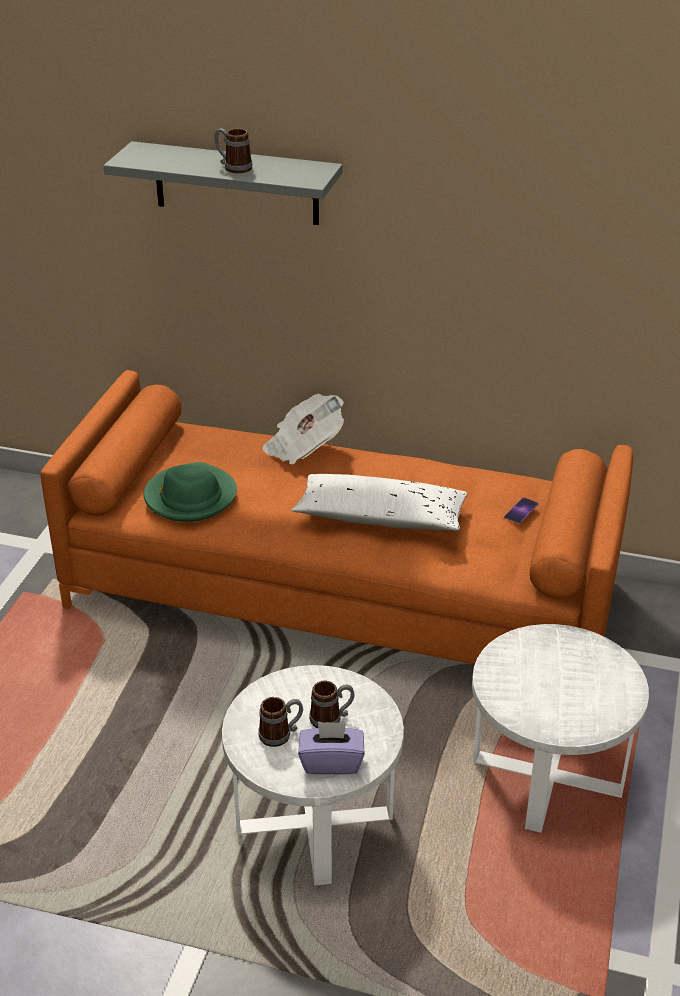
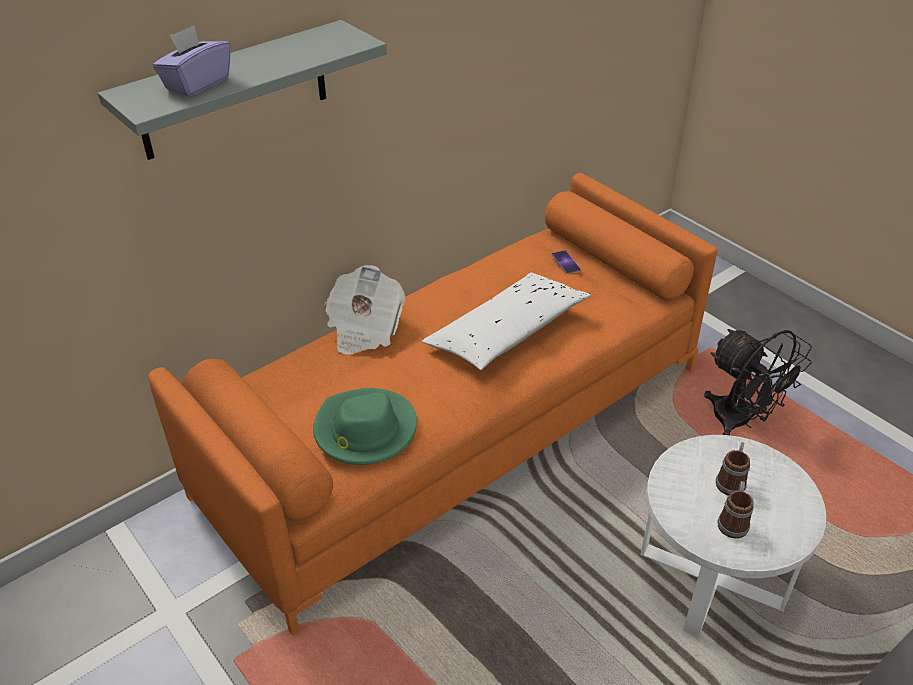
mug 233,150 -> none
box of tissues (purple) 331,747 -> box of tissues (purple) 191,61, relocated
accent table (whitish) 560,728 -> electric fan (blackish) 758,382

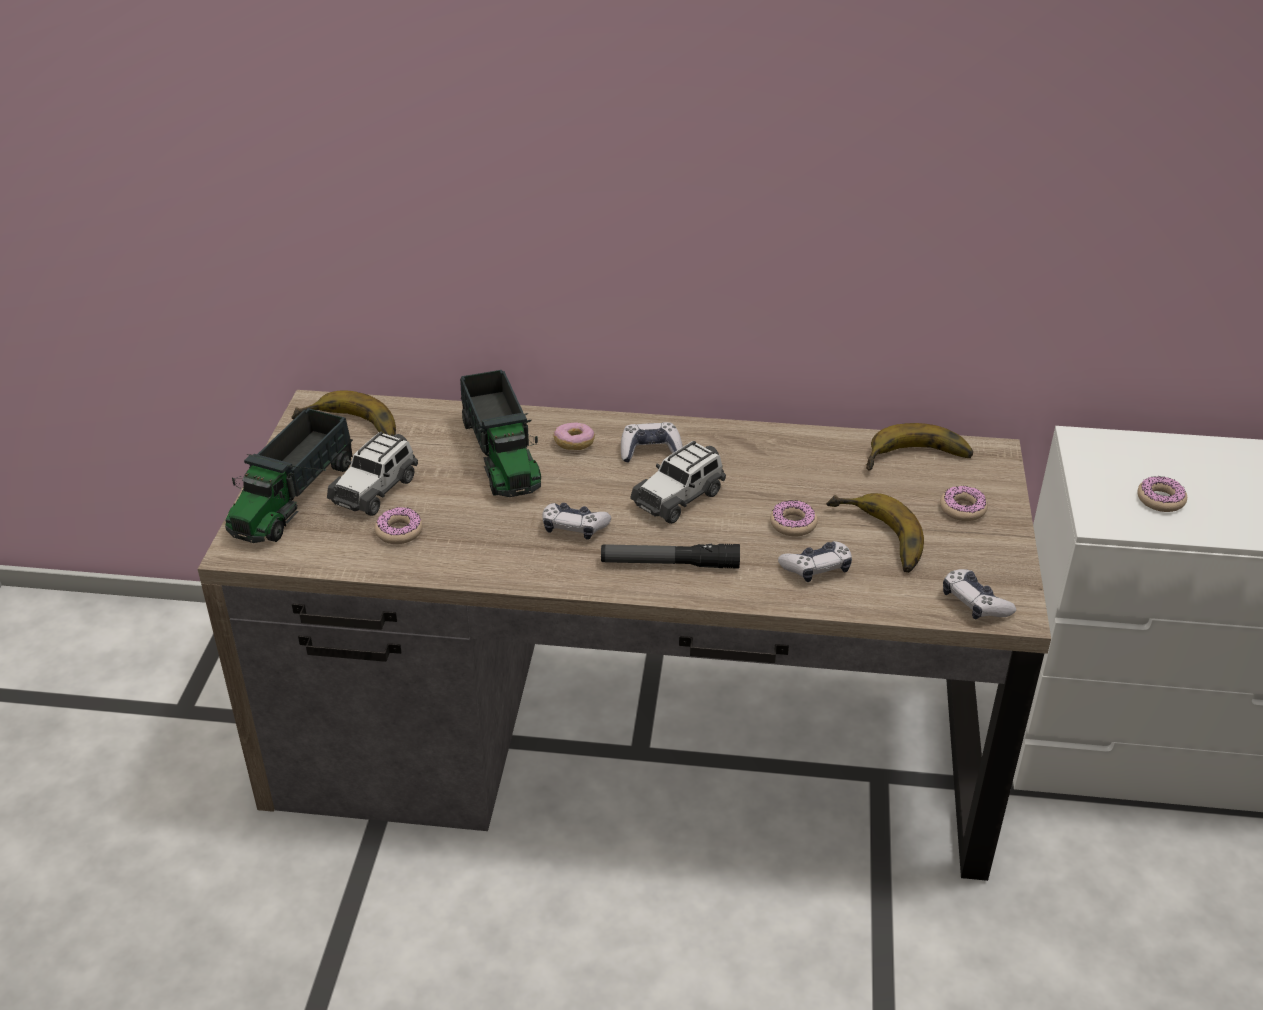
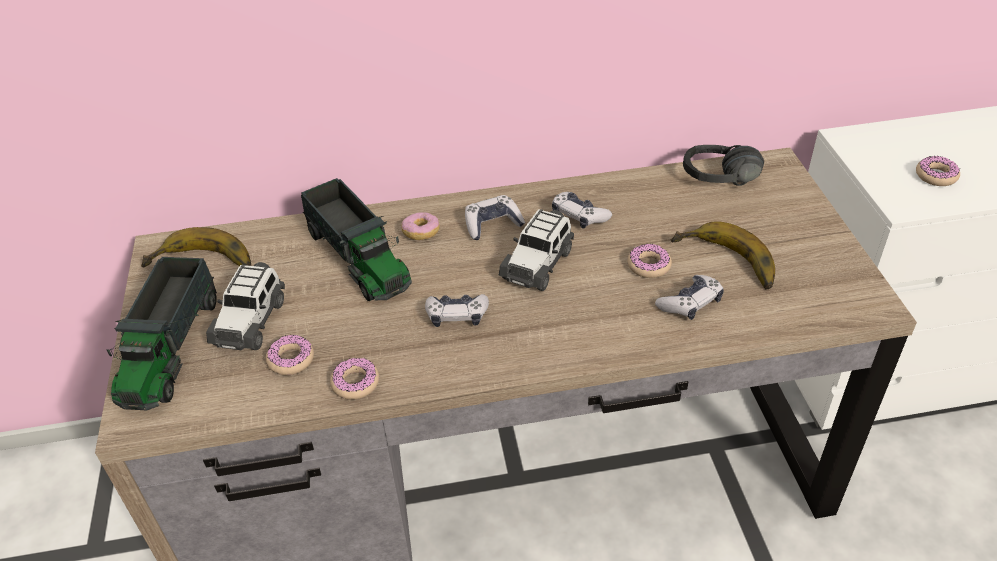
flashlight 670,556 -> none
banana 919,447 -> headphones (blackish) 723,165
ring doughnut 964,503 -> ring doughnut 354,378, relocated
game controller 979,594 -> game controller 582,210, relocated

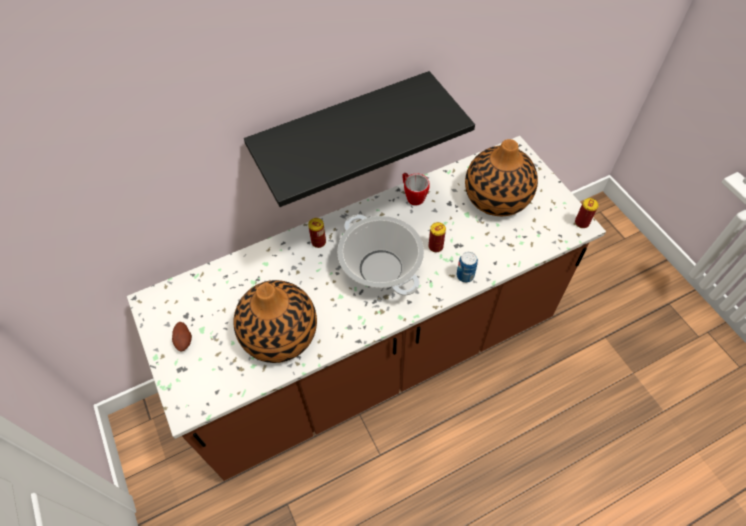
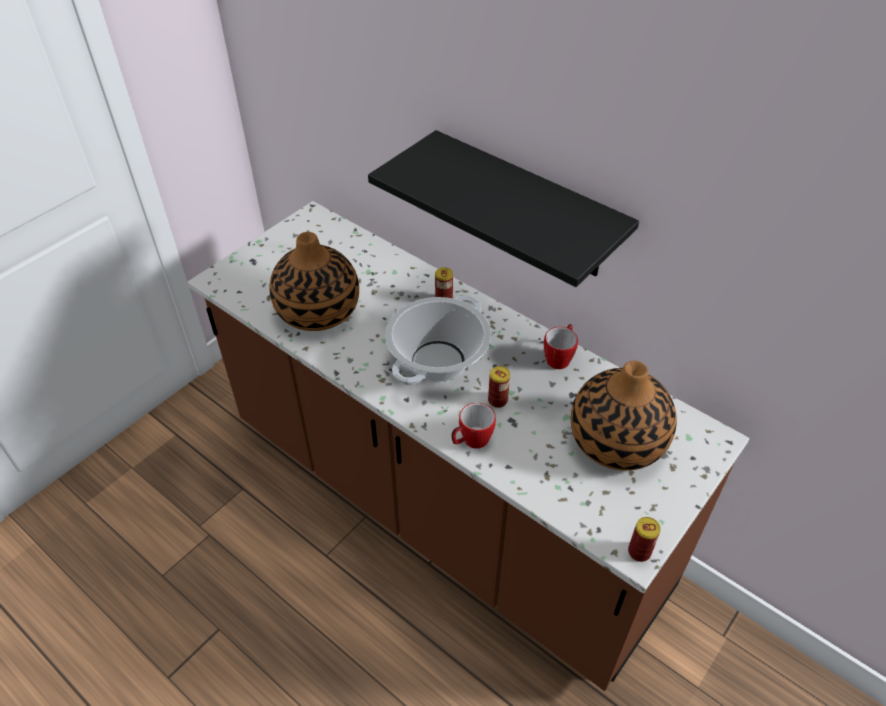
whole potato 182,337 -> none
can 467,267 -> mug 473,426

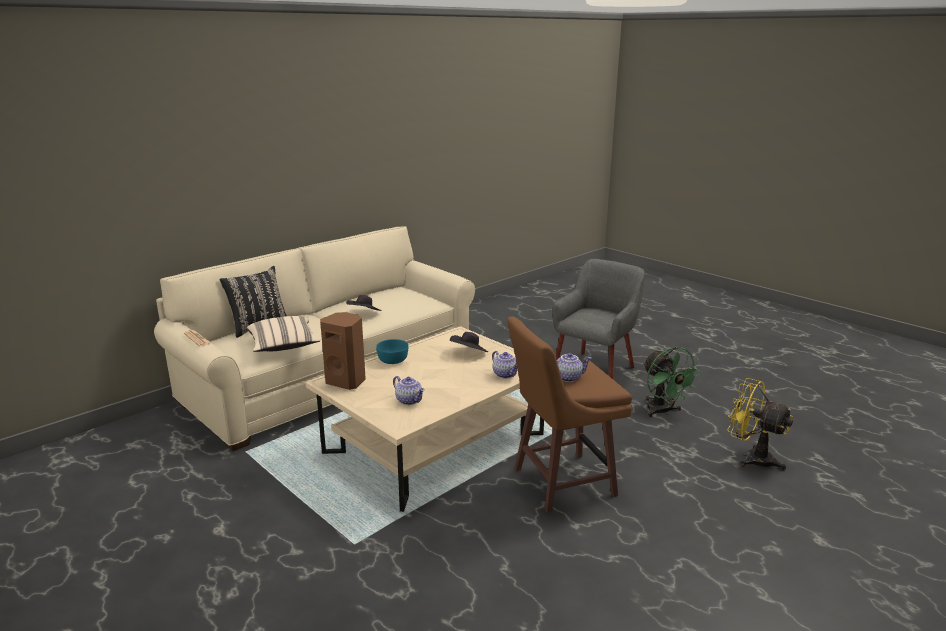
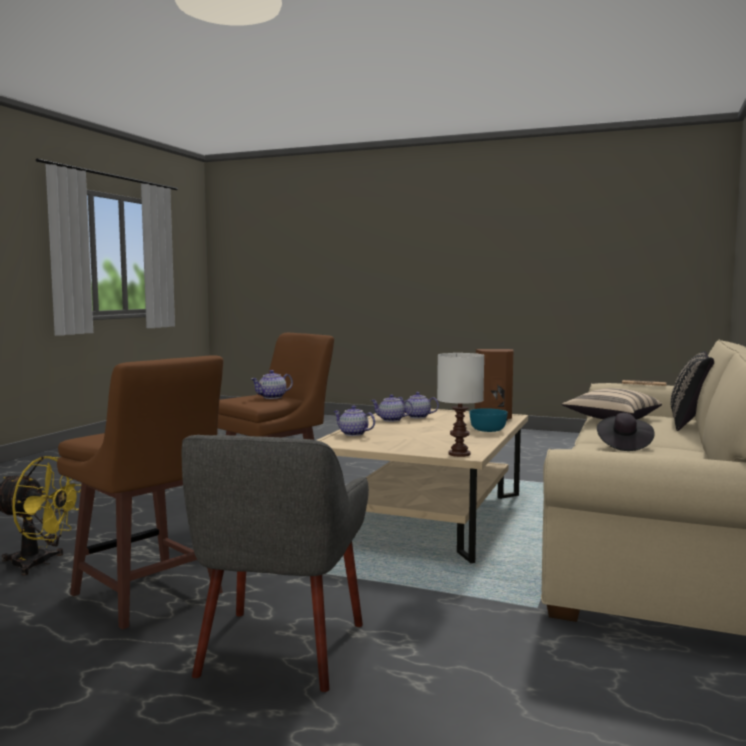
wearable hat (blackish) 469,342 -> none
electric fan (green-coloured) 672,382 -> stool (brown-coloured) 140,492
none -> tea pot 392,408
none -> tabletop lamp (whitish) 460,405

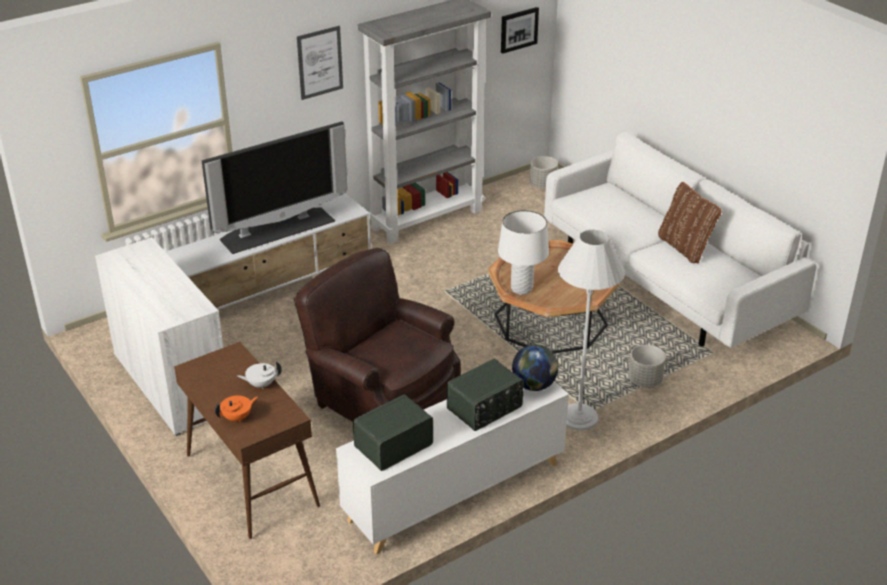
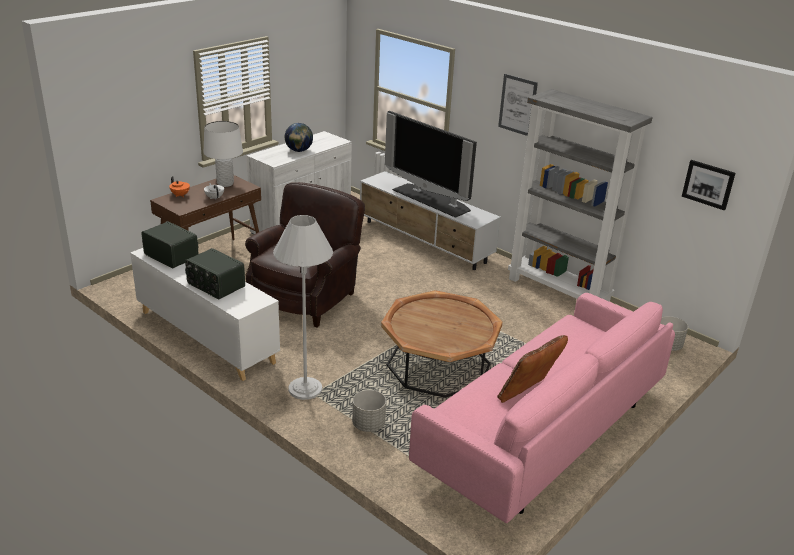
tabletop lamp (whitish) 523,252 -> tabletop lamp (whitish) 223,154, relocated
world globe 535,368 -> world globe 299,137, relocated
couch (whitish) 680,240 -> couch (pinkish) 542,408

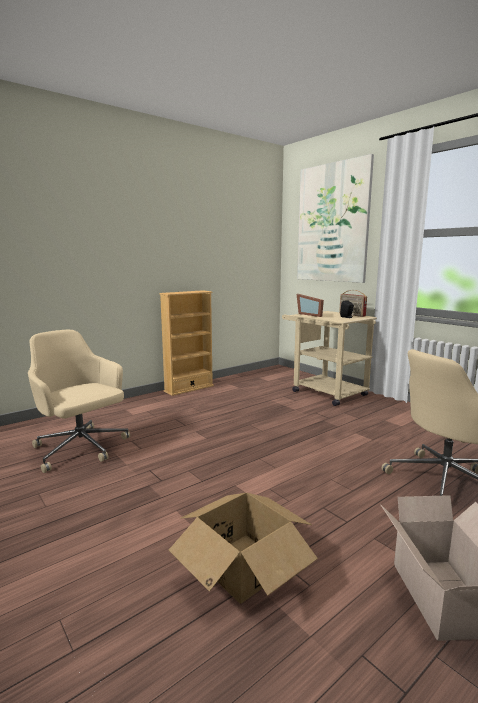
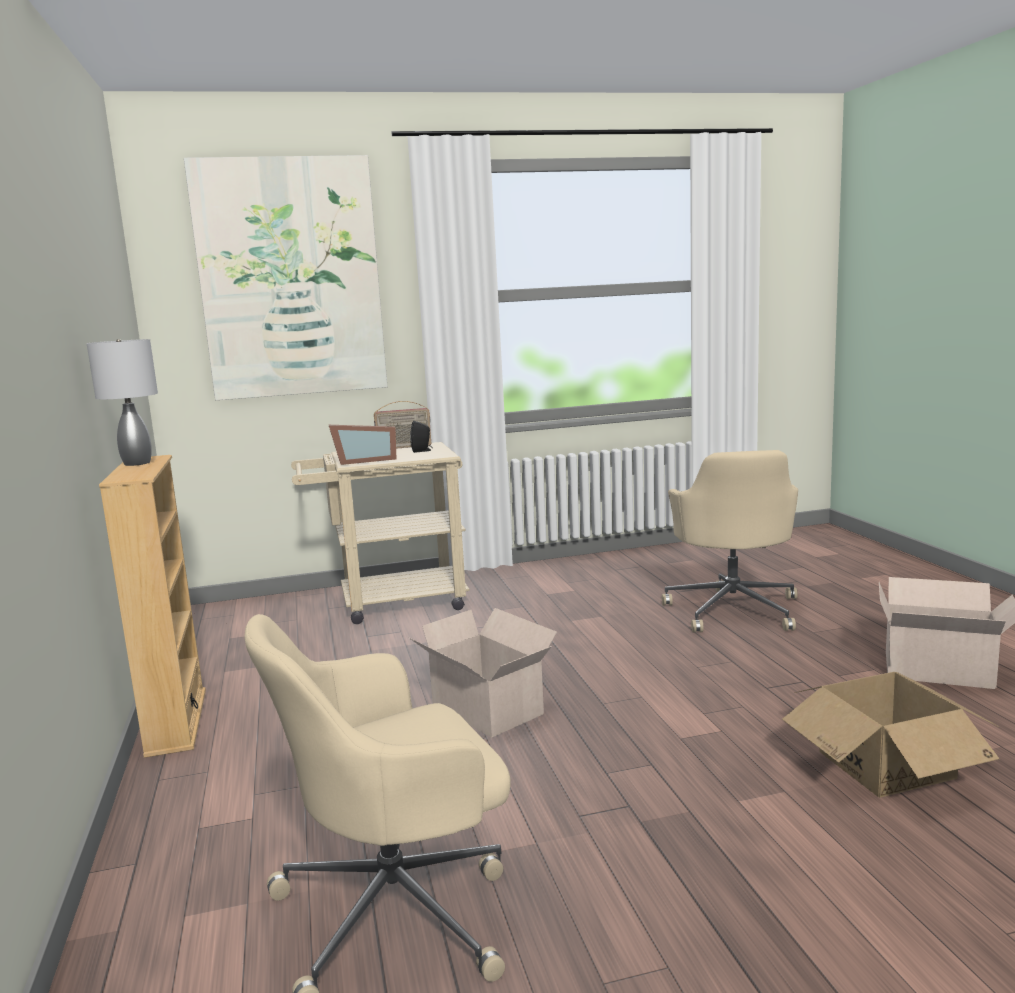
none -> tabletop lamp (gray) 122,402
none -> cardboard box 482,673

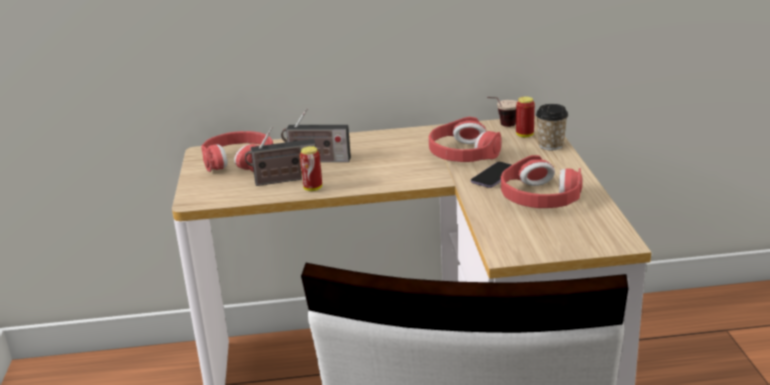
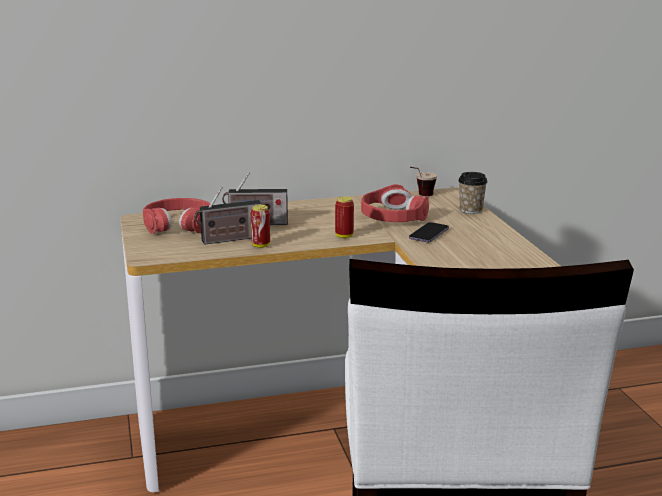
headphones (red) 541,181 -> none
can 525,117 -> can 344,217, relocated

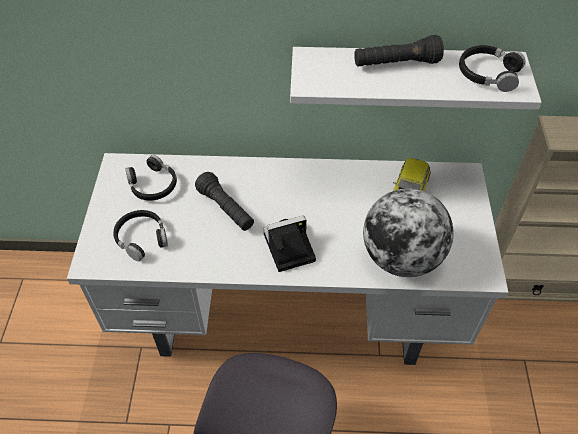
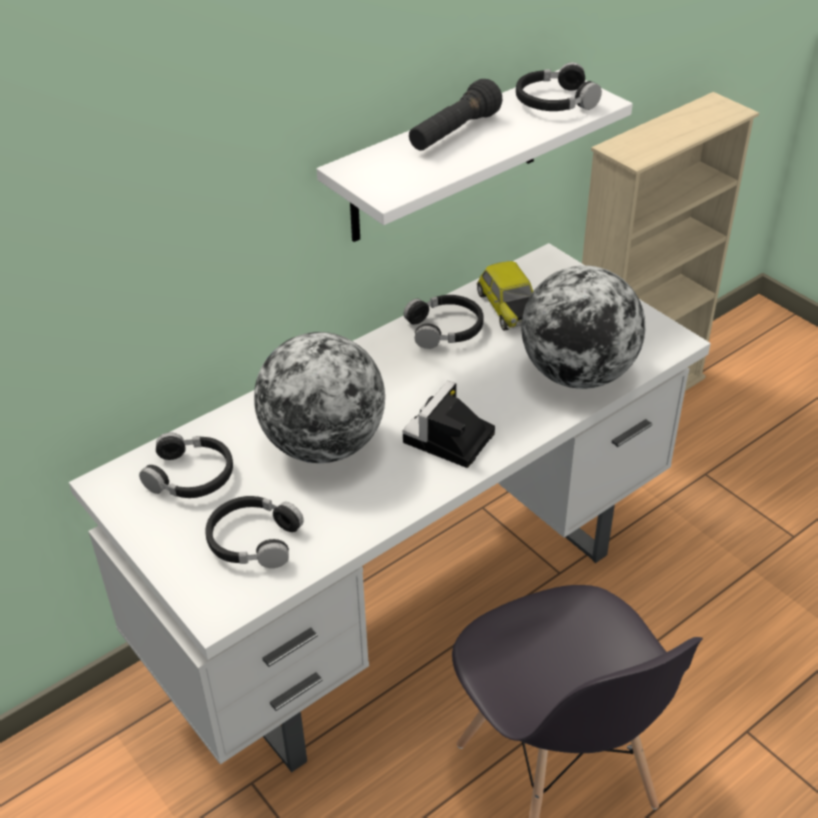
flashlight (blackish) 224,201 -> world globe 319,397
none -> headphones (blackish) 444,322

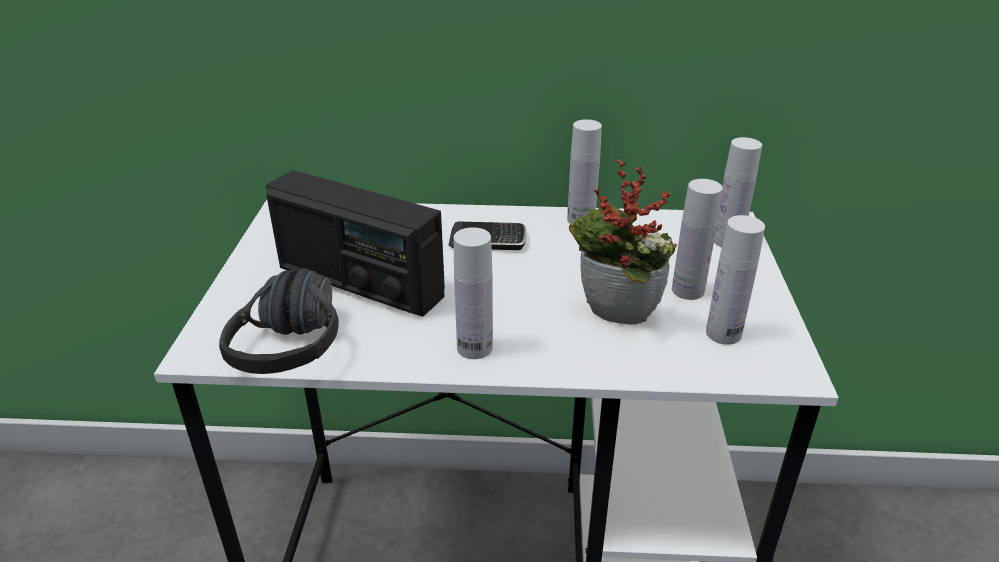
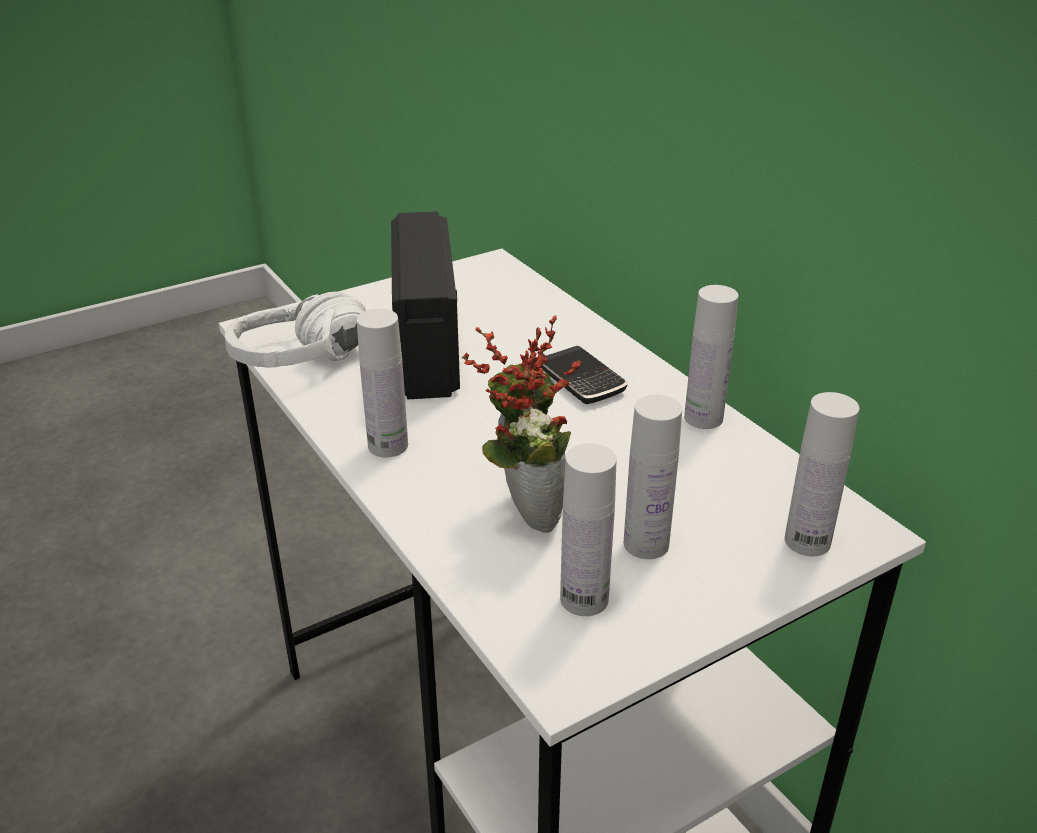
headphones (blackish) 279,321 -> headphones (whitish) 295,330

